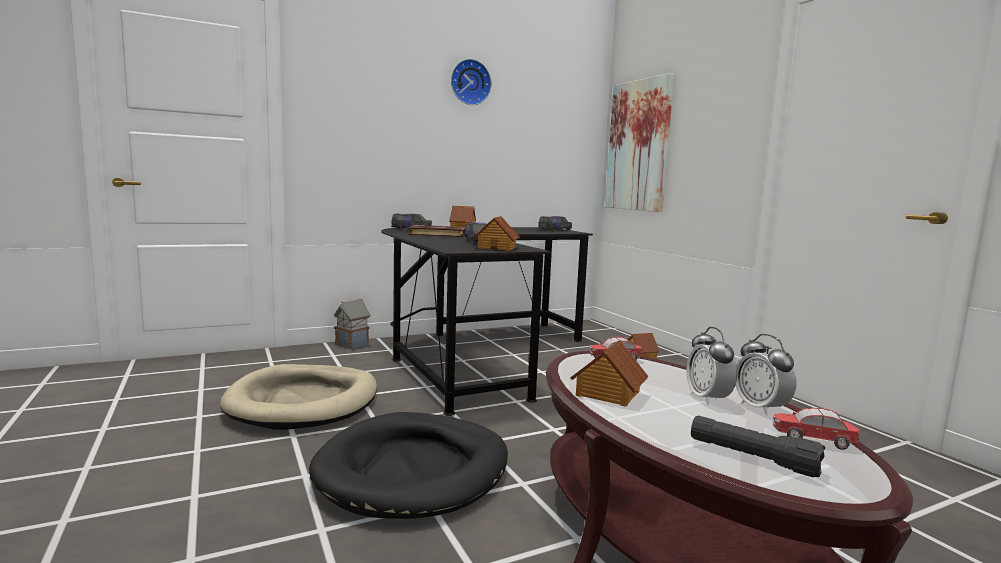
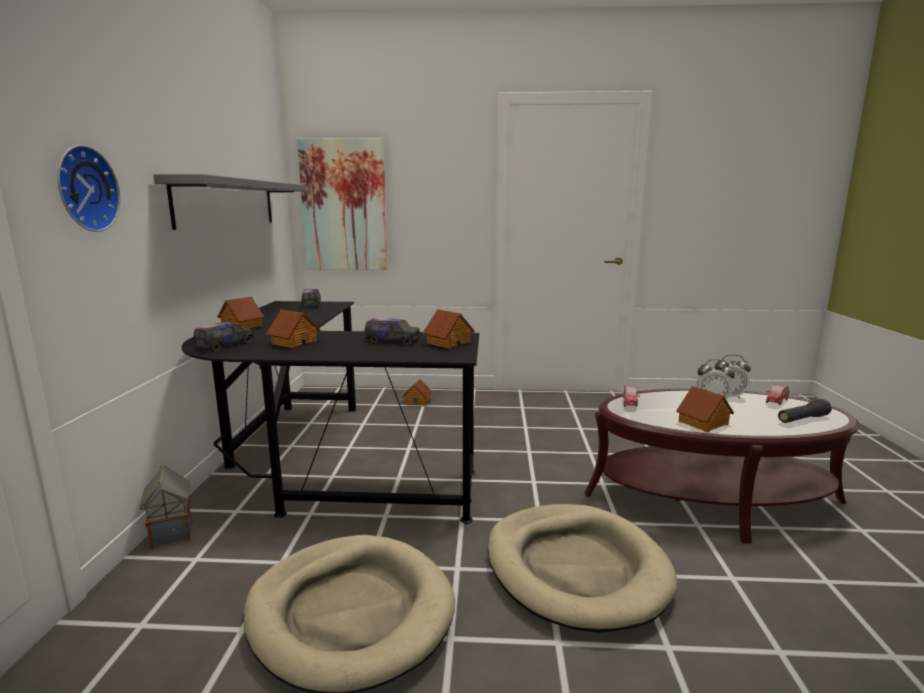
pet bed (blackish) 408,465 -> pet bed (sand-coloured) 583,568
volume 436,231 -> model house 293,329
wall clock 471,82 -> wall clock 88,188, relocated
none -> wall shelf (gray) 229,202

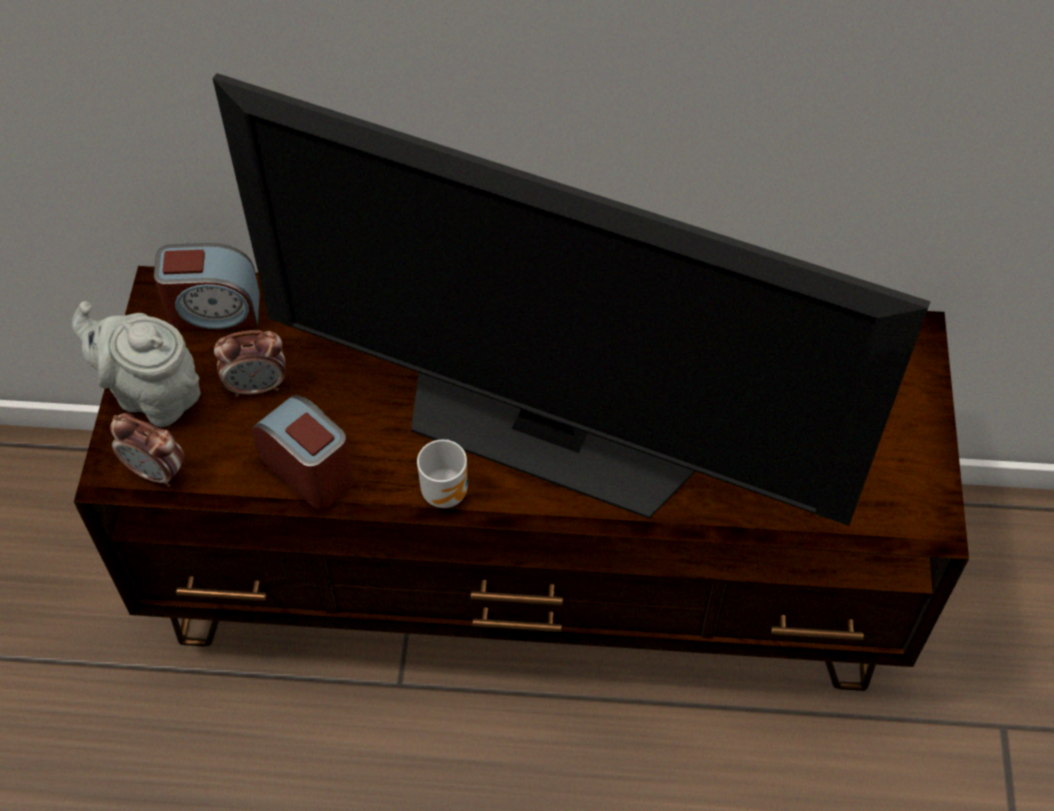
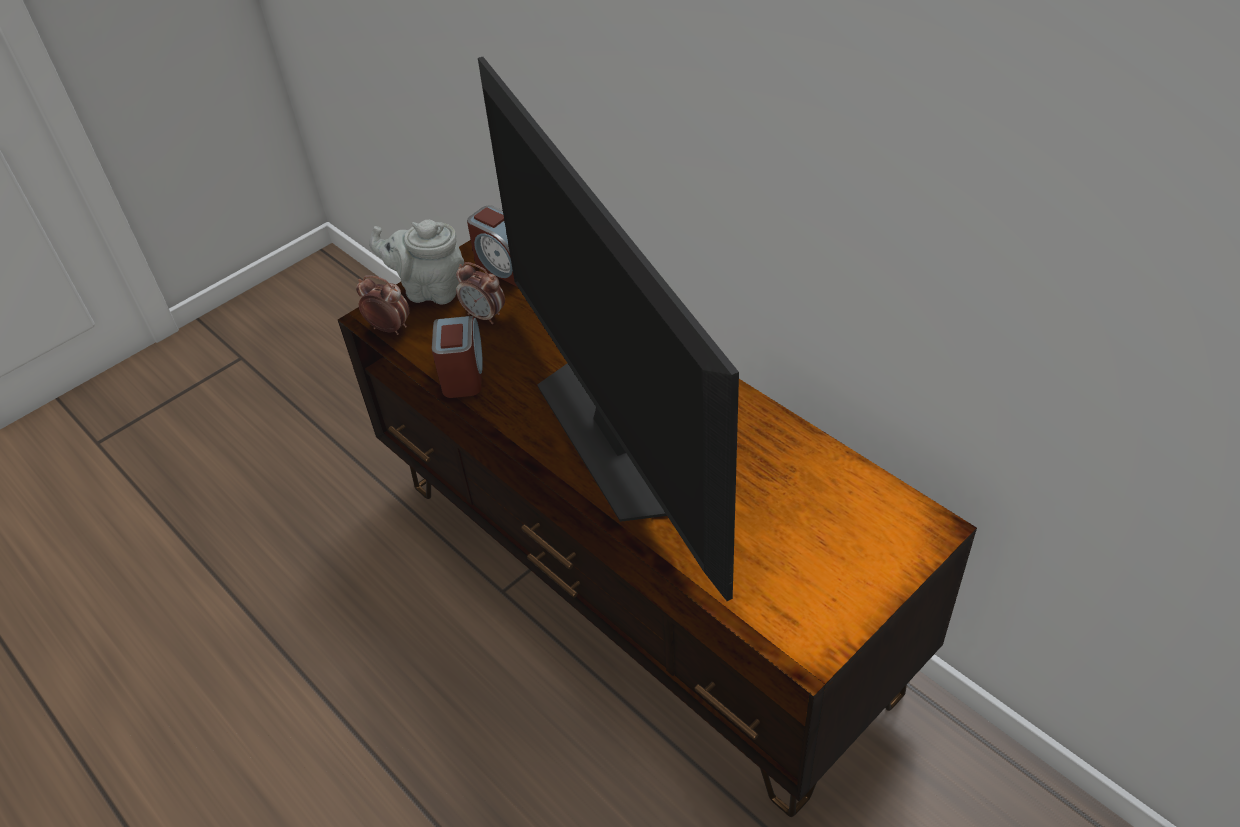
tea pot (gray) 136,364 -> tea pot (gray) 416,262, 60 degrees counterclockwise
table clock 147,450 -> table clock 383,305, 135 degrees clockwise
mug 442,473 -> none

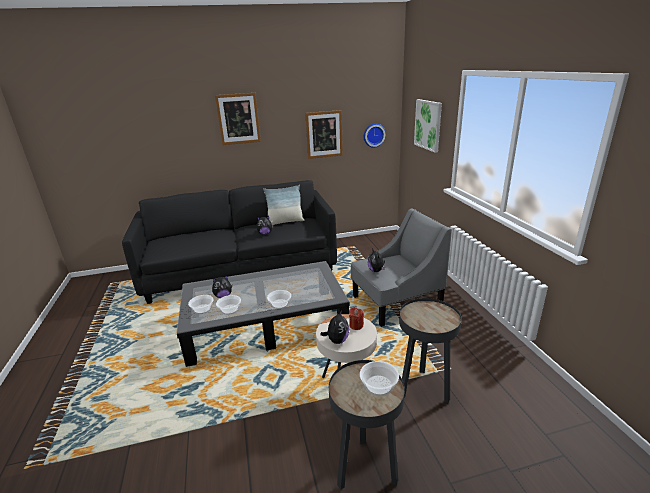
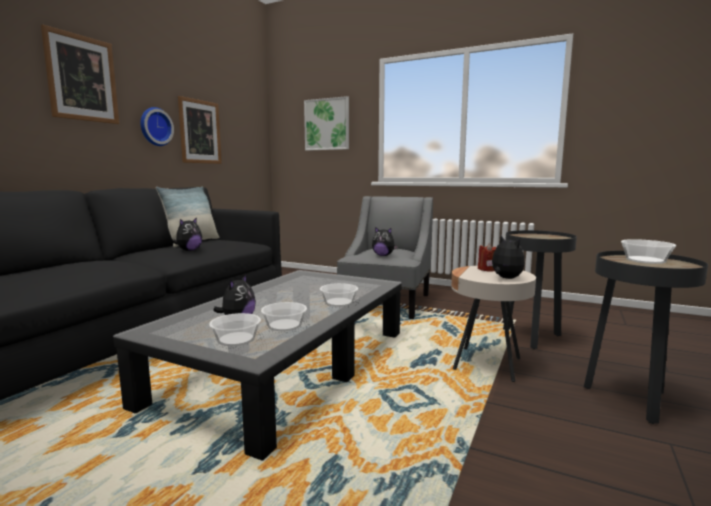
wall clock 375,135 -> wall clock 157,126, relocated

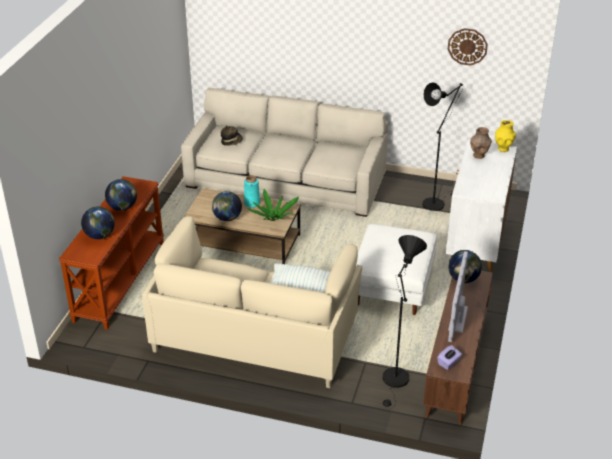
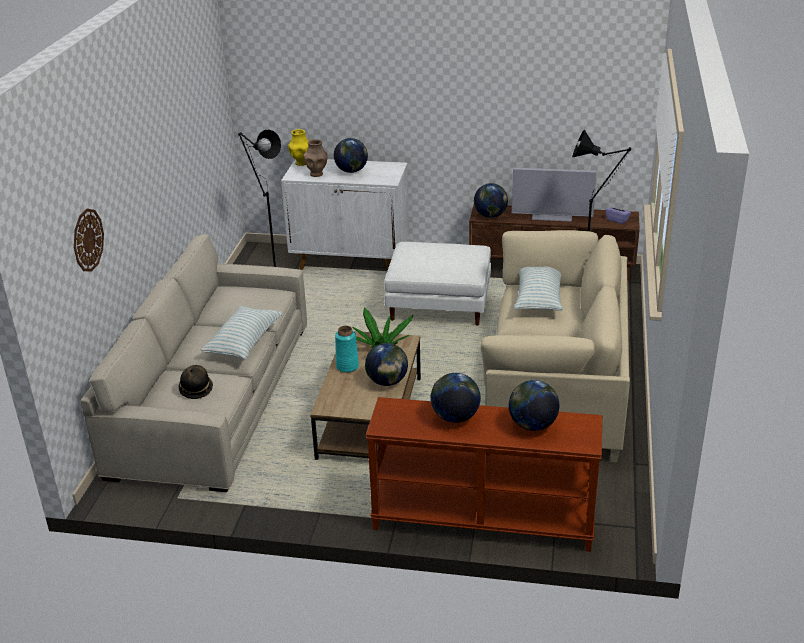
wall clock 468,47 -> wall clock 89,240, relocated
none -> throw pillow 242,333
none -> world globe 351,155

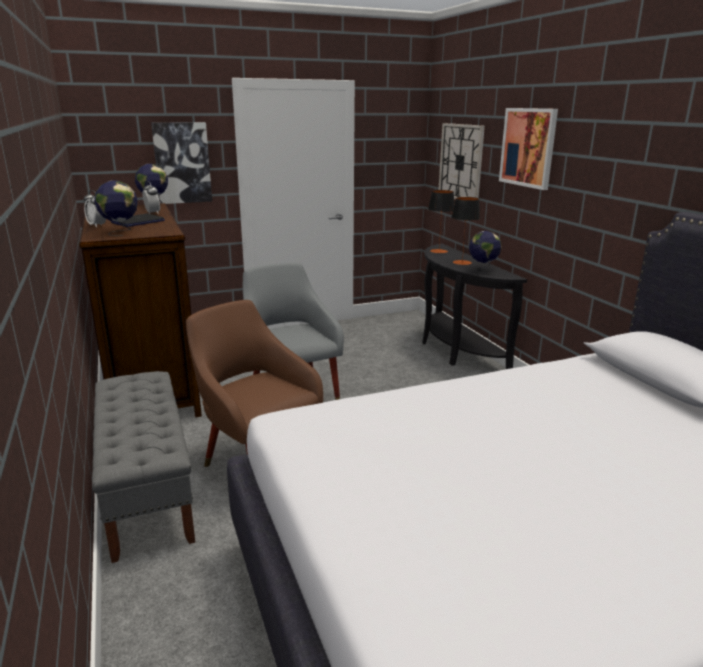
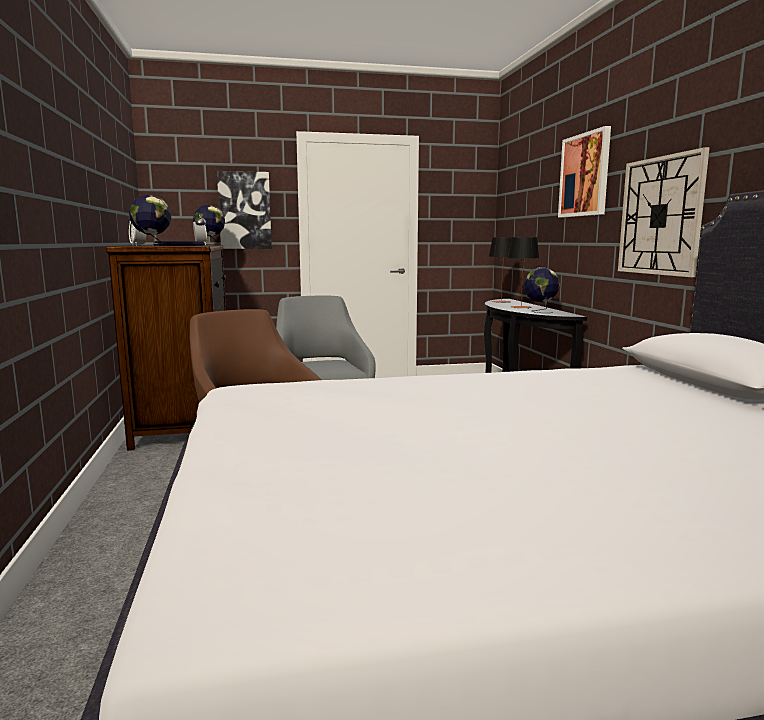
long seat (gray) 143,467 -> none
wall clock 461,161 -> wall clock 664,212, relocated

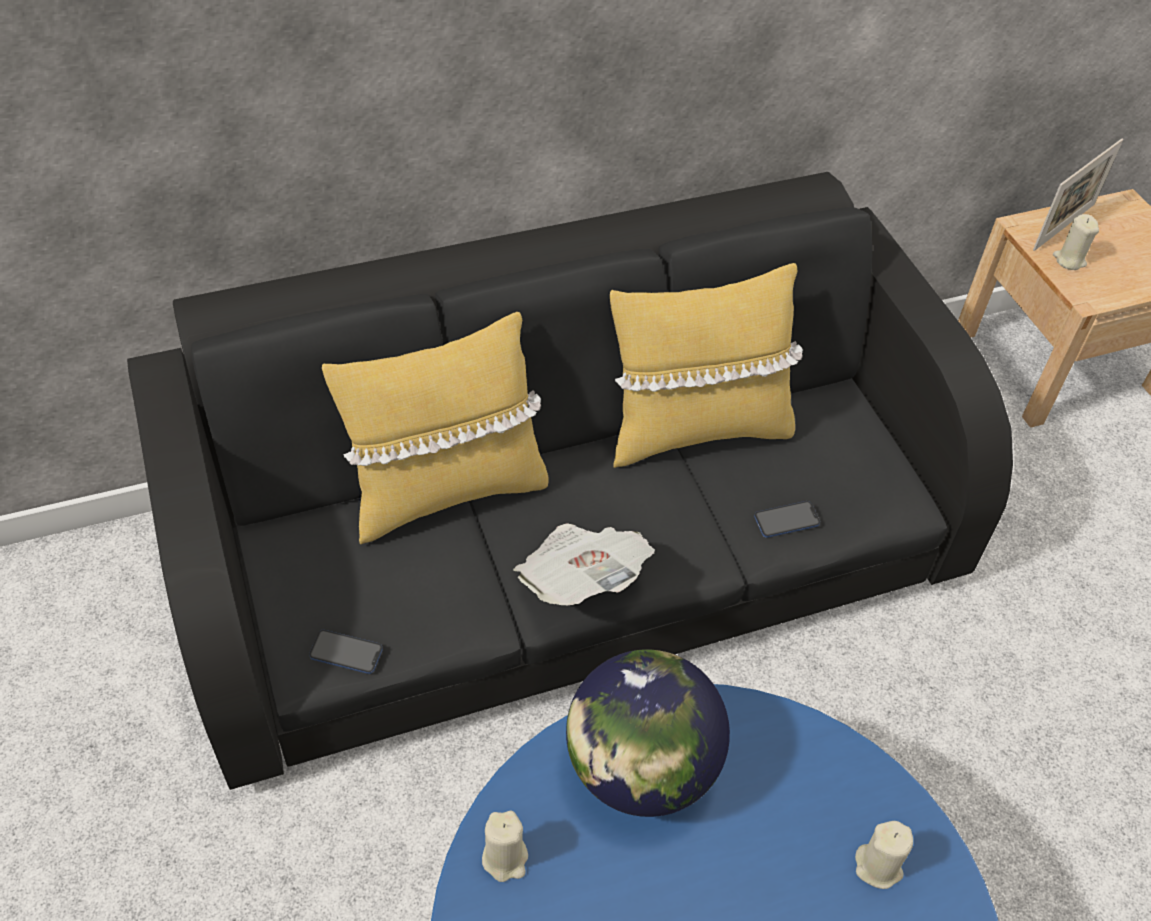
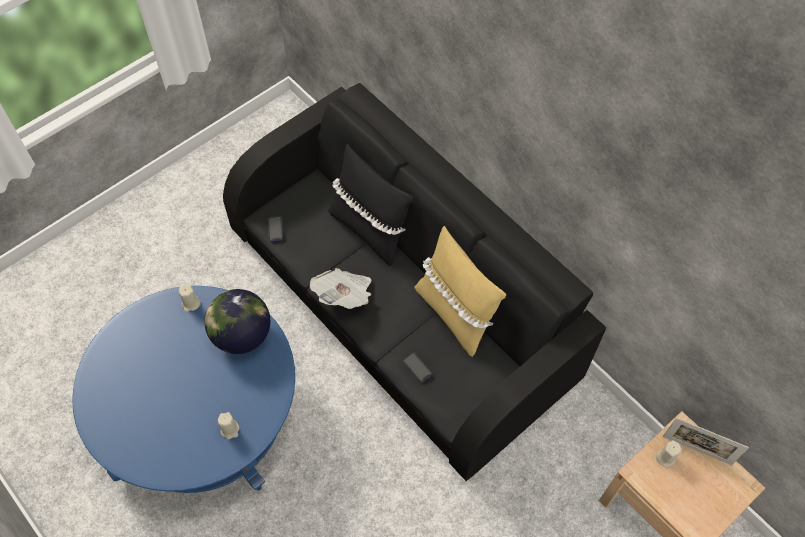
throw pillow (yellow-coloured) 435,428 -> throw pillow (blackish) 370,205

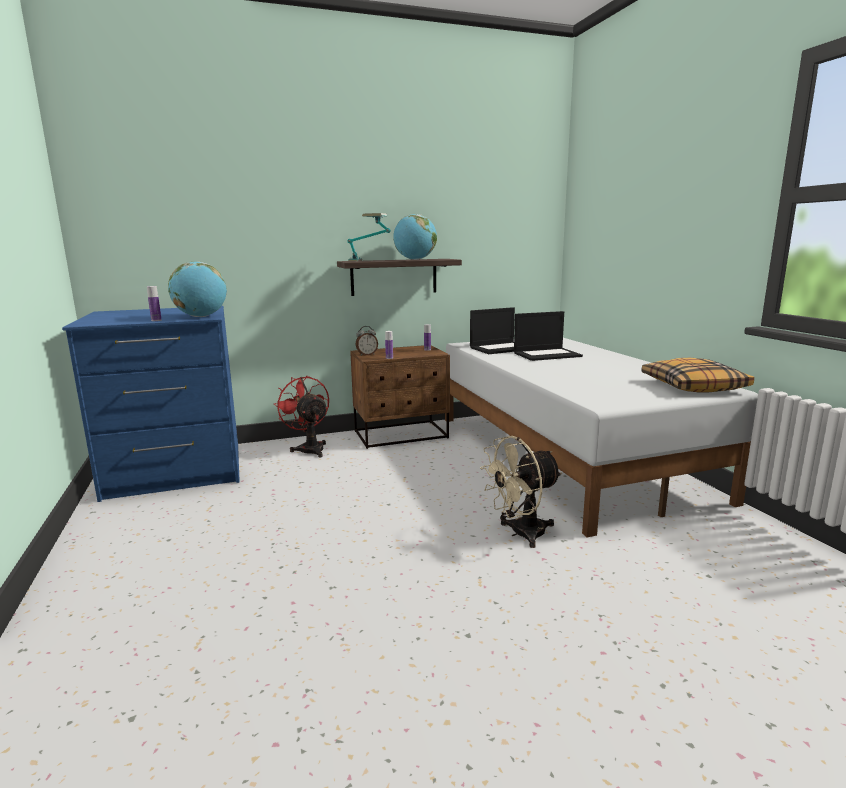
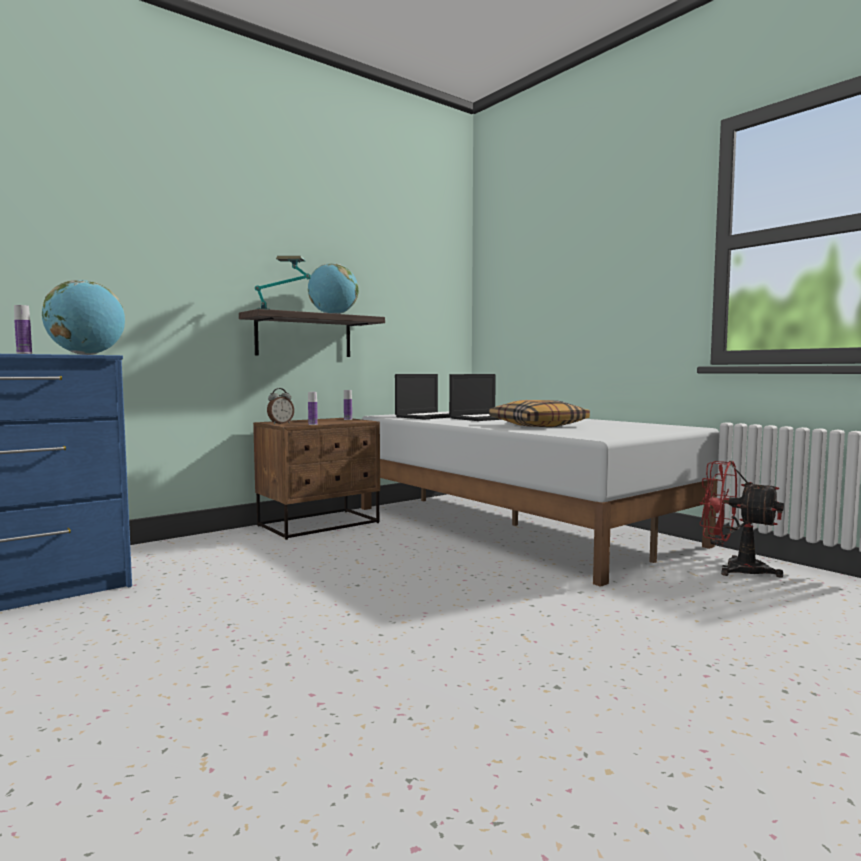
electric fan (red) 301,417 -> electric fan (red) 741,519, relocated
electric fan (sand-coloured) 521,492 -> none
throw pillow 698,375 -> throw pillow 539,413, relocated

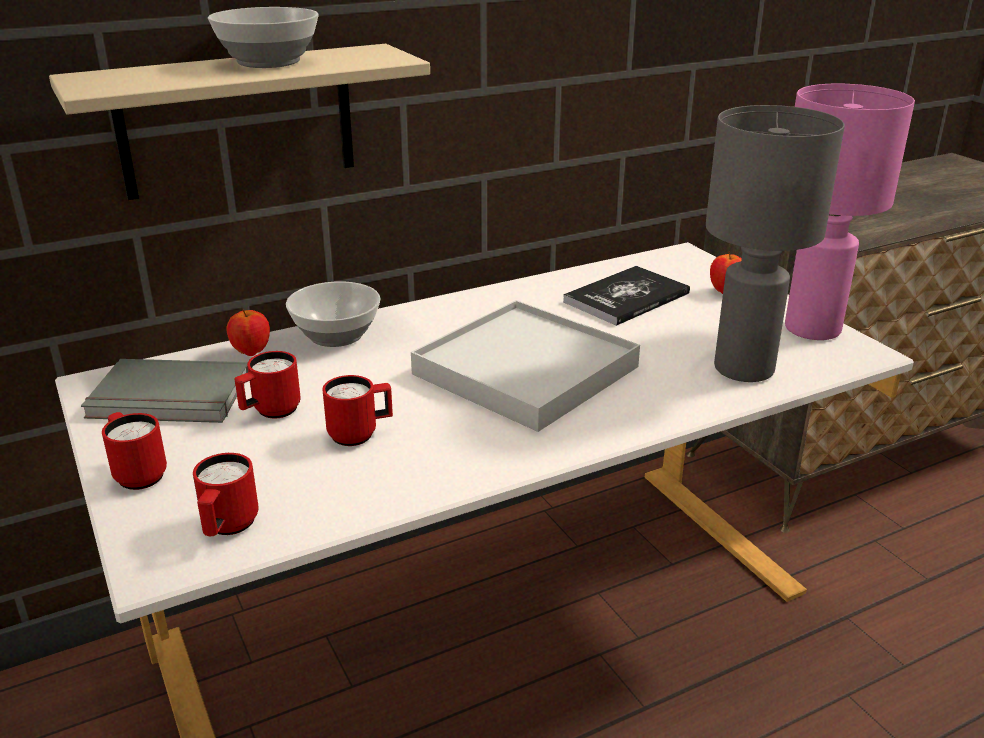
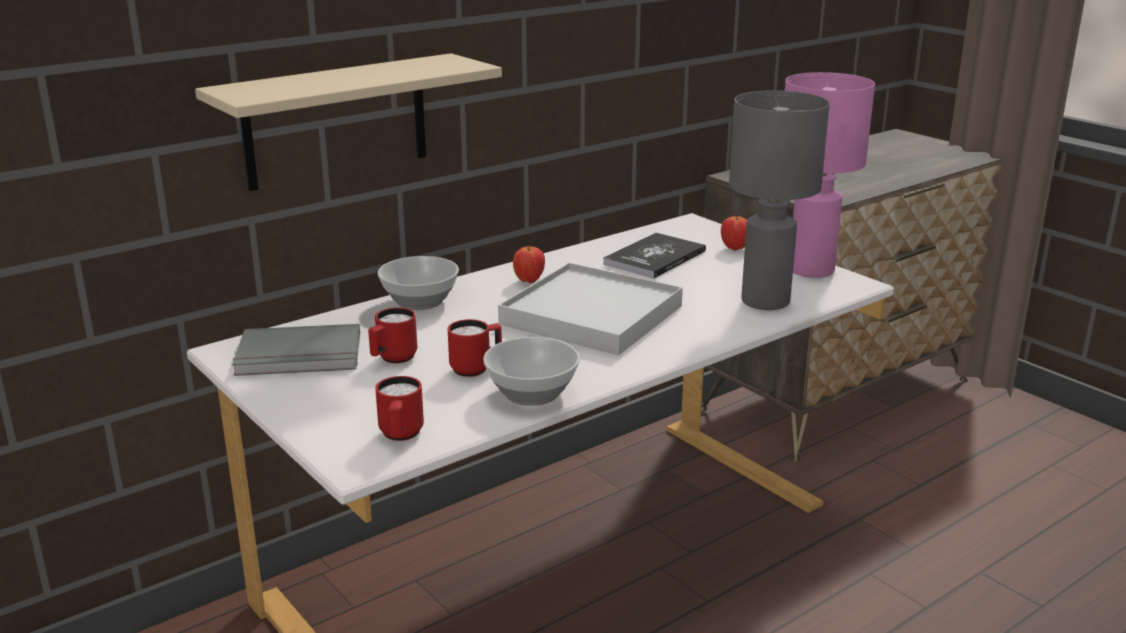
mug (red) 134,451 -> none
deep dish 263,37 -> deep dish 531,371, relocated
apple 248,332 -> apple 529,264, relocated

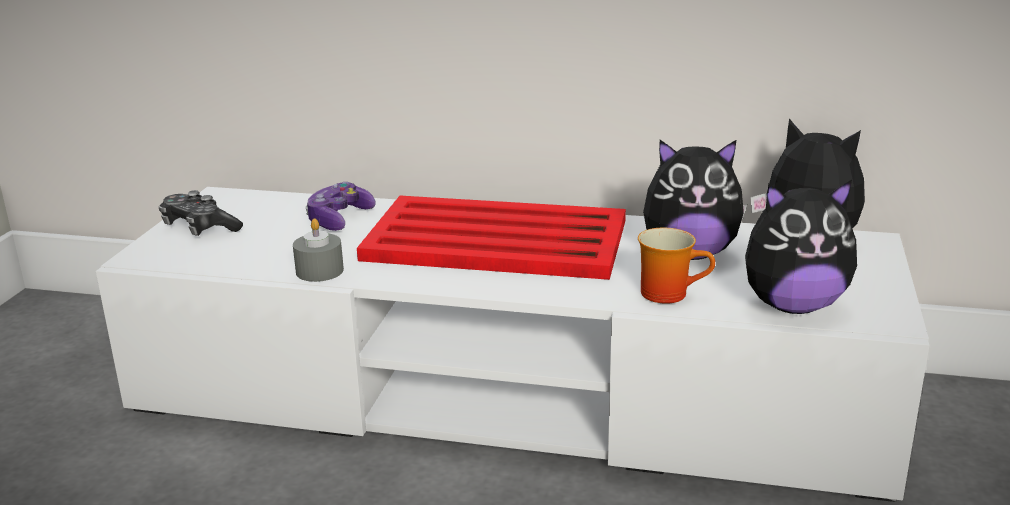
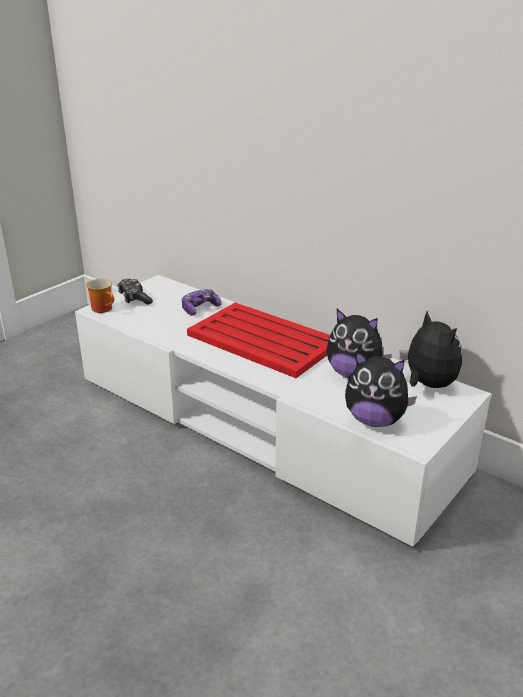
wax light (gray) 318,250 -> none
mug 676,266 -> mug 100,296, relocated

